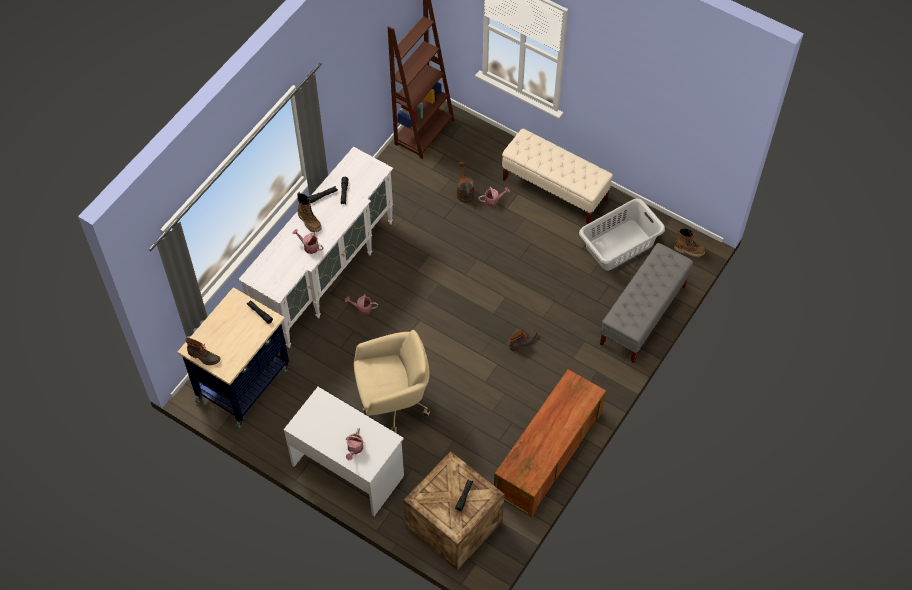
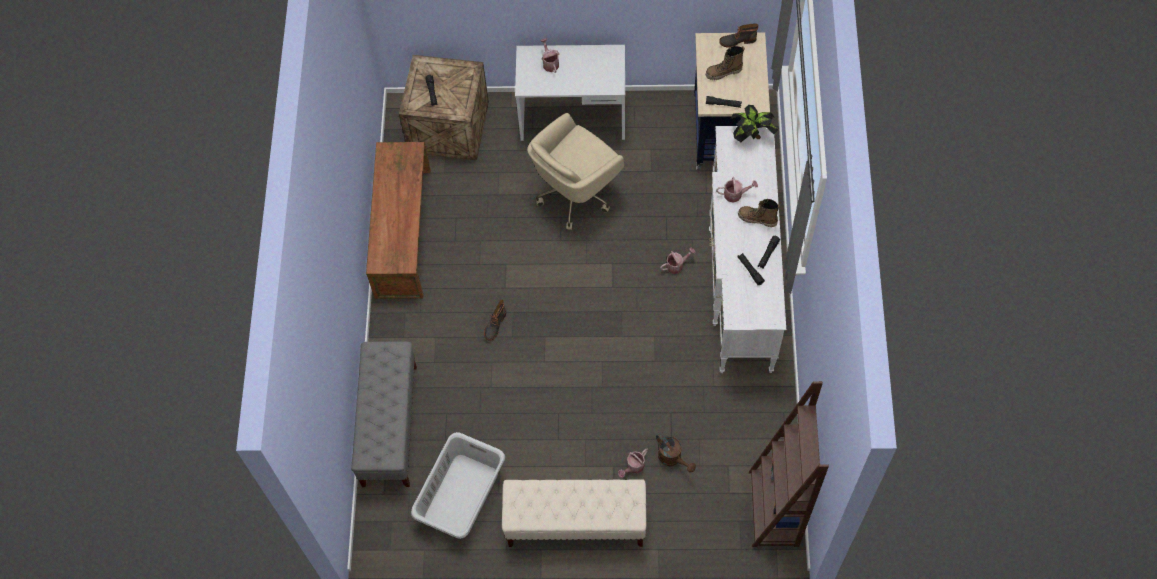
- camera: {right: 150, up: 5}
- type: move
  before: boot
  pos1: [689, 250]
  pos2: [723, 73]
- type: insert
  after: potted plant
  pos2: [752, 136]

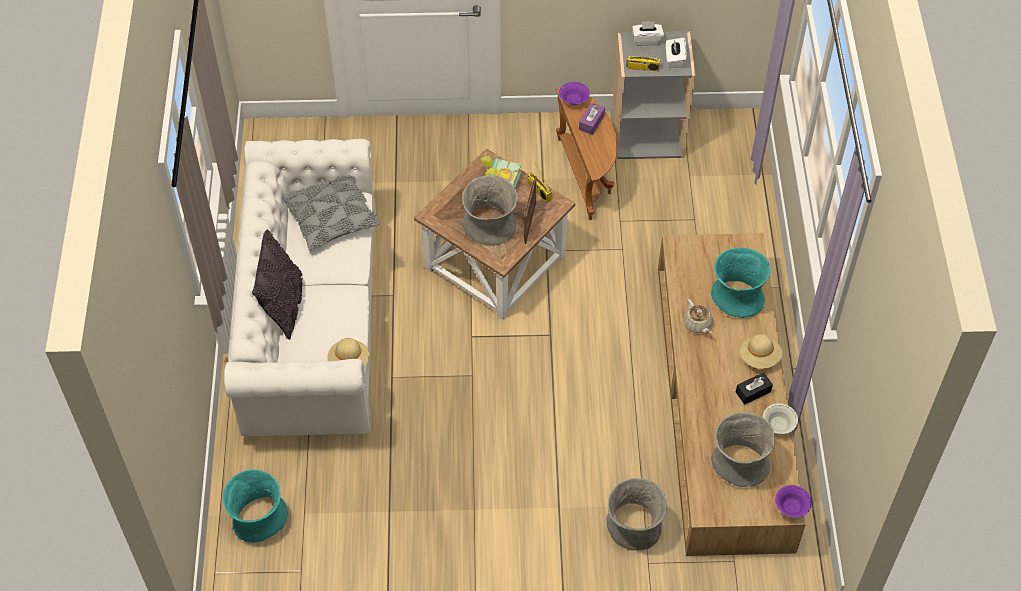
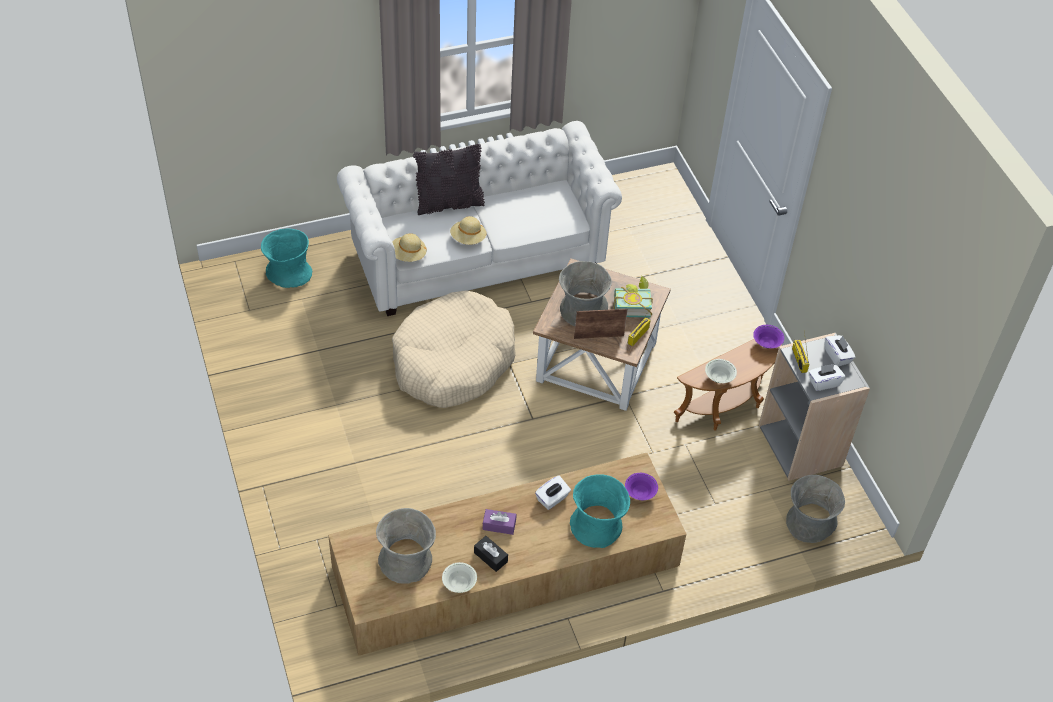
- camera: {right: 70, up: -5}
- type: delete
  before: grey pillow
  pos1: [332, 218]
- type: move
  before: purple tissue box
  pos1: [591, 122]
  pos2: [499, 525]
- type: move
  before: grey vase
  pos1: [633, 527]
  pos2: [809, 522]
- type: replace
  before: beige teapot
  after: white tissue box
  pos1: [697, 324]
  pos2: [552, 499]
- type: move
  before: beige hat
  pos1: [760, 357]
  pos2: [468, 238]
- type: move
  before: purple bowl
  pos1: [791, 507]
  pos2: [640, 493]
- type: insert
  after: beige dog bed
  pos2: [453, 361]
- type: insert
  after: white bowl
  pos2: [719, 378]

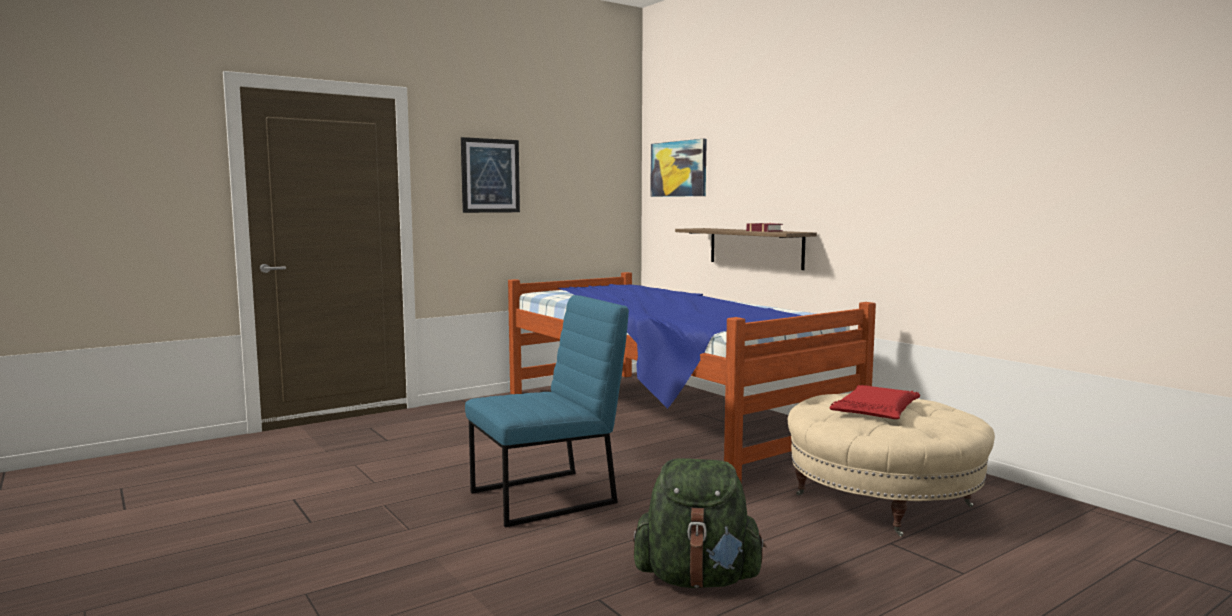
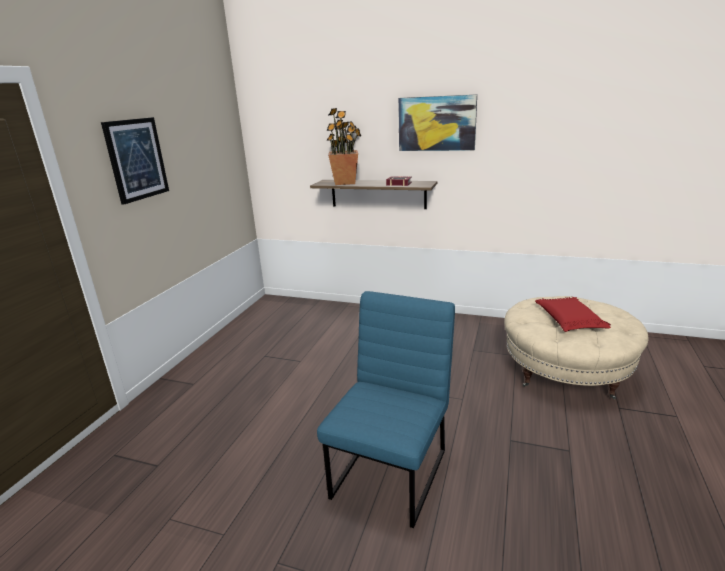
- camera: {right: -35, up: 15}
- type: delete
  before: bed
  pos1: [665, 418]
- type: delete
  before: green backpack
  pos1: [697, 579]
- type: move
  before: picture
  pos1: [678, 169]
  pos2: [436, 123]
- type: insert
  after: potted plant
  pos2: [345, 182]

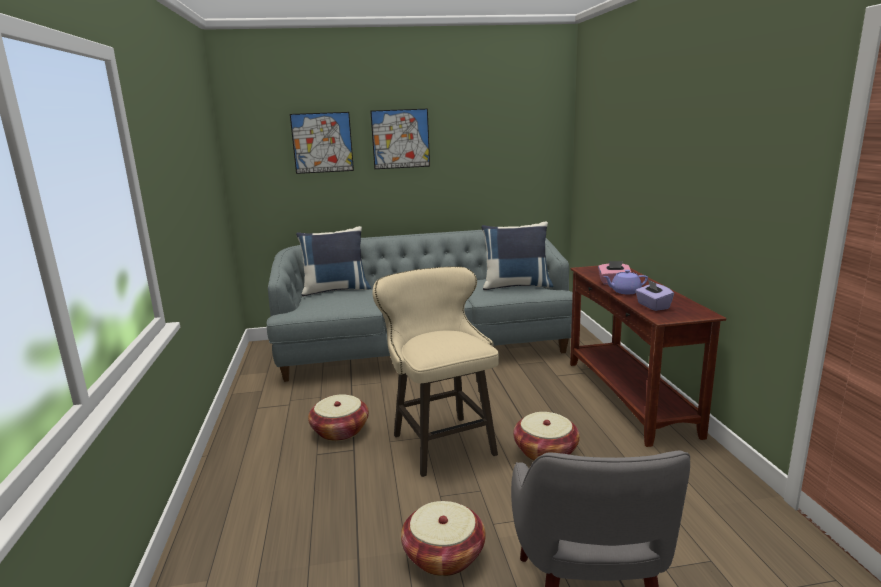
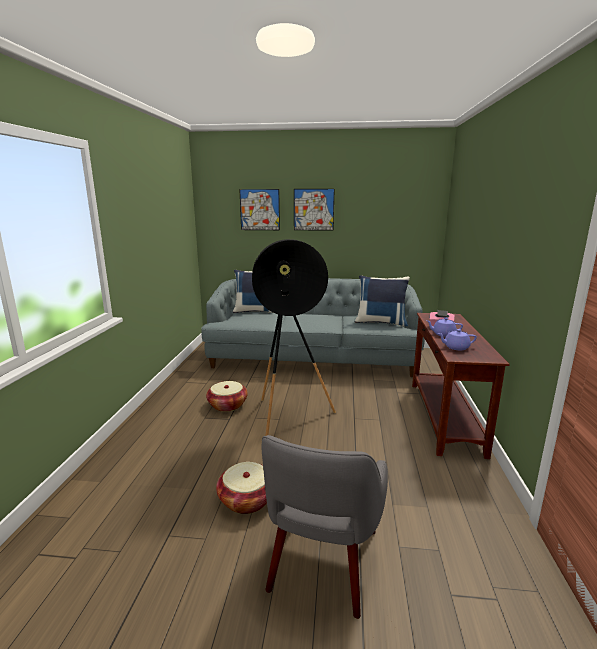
- camera: {right: 15, up: 0}
- type: replace
  before: beige stool
  after: black floor lamp
  pos1: [441, 442]
  pos2: [288, 424]
- type: delete
  before: basket
  pos1: [545, 452]
- type: replace
  before: purple tissue box
  after: purple teapot
  pos1: [652, 306]
  pos2: [455, 347]

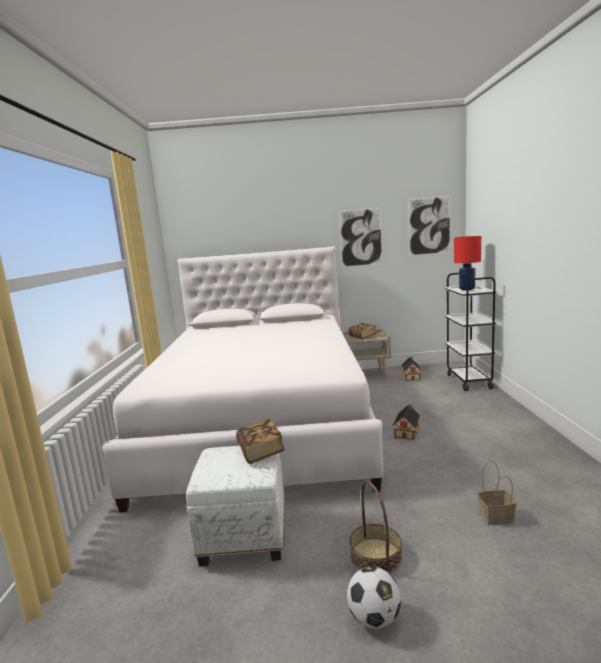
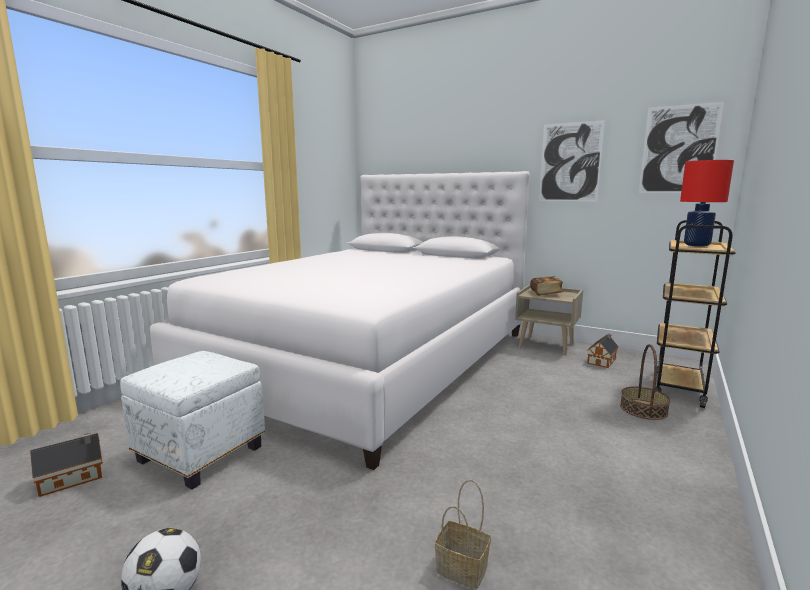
- camera: {right: 30, up: 0}
- type: delete
  before: book
  pos1: [261, 451]
- type: move
  before: basket
  pos1: [375, 556]
  pos2: [643, 409]
- type: move
  before: toy house
  pos1: [407, 431]
  pos2: [74, 477]
- type: recolor
  before: white cart
  after: brown cart
  pos1: [469, 382]
  pos2: [680, 389]

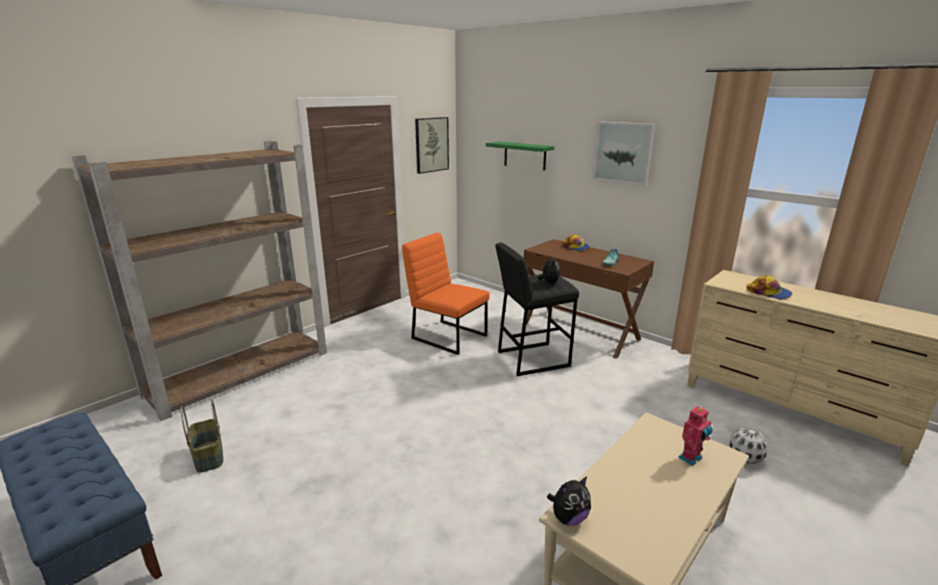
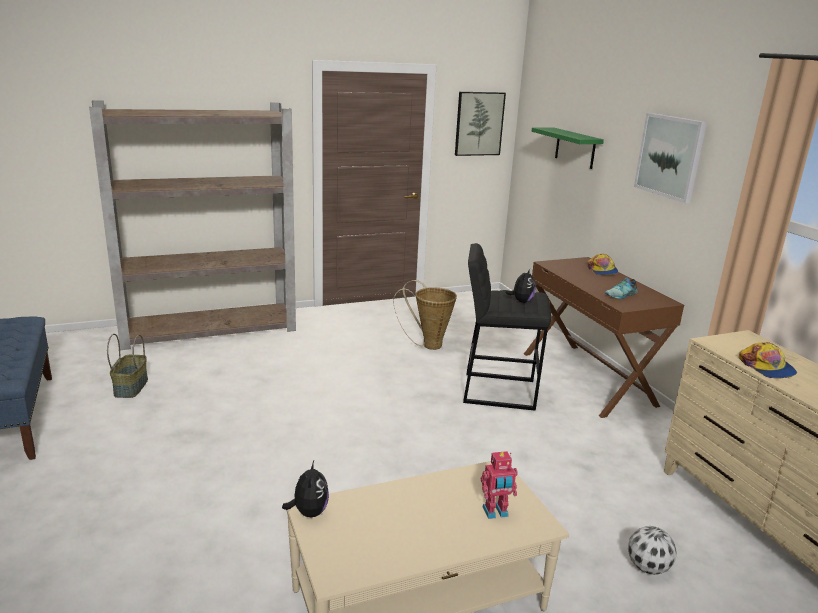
- camera: {right: 25, up: 0}
- type: replace
  before: orange chair
  after: basket
  pos1: [447, 336]
  pos2: [427, 345]
- type: rotate
  before: plush toy
  pos1: [568, 518]
  pos2: [309, 512]
  turn: -90

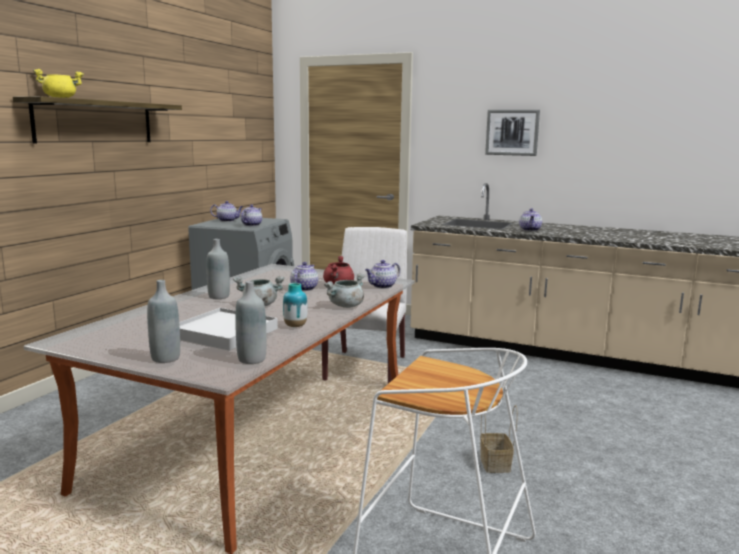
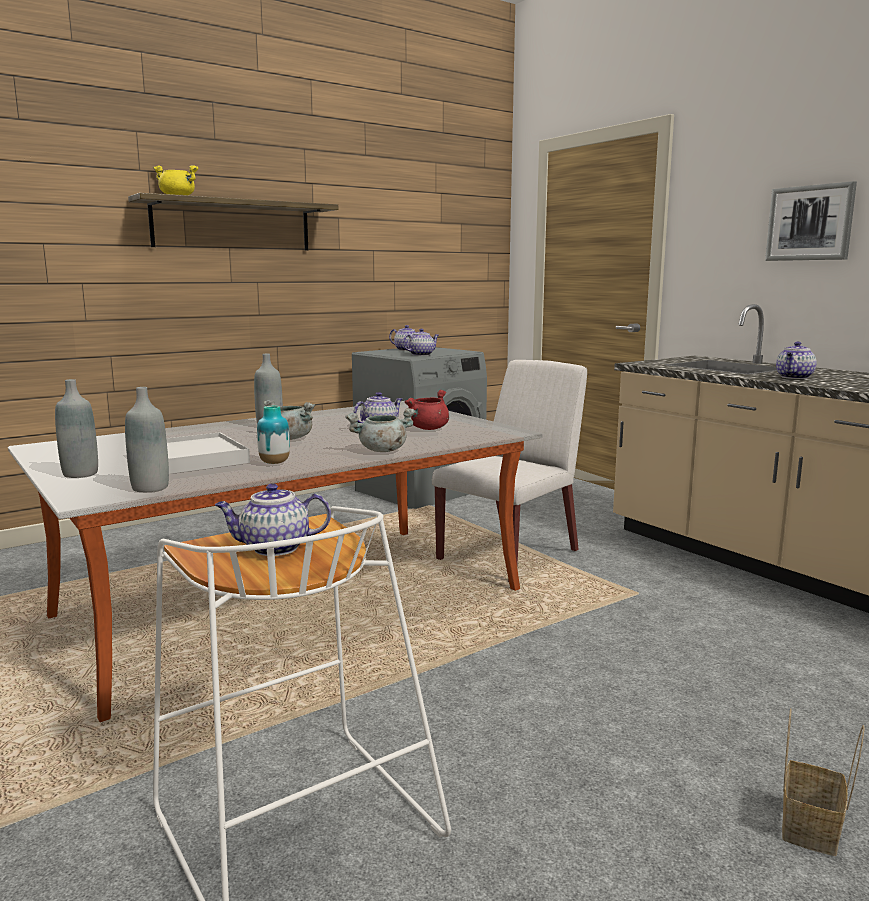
- camera: {right: 30, up: 0}
- type: move
  before: teapot
  pos1: [382, 286]
  pos2: [273, 548]
- type: move
  before: basket
  pos1: [496, 464]
  pos2: [811, 830]

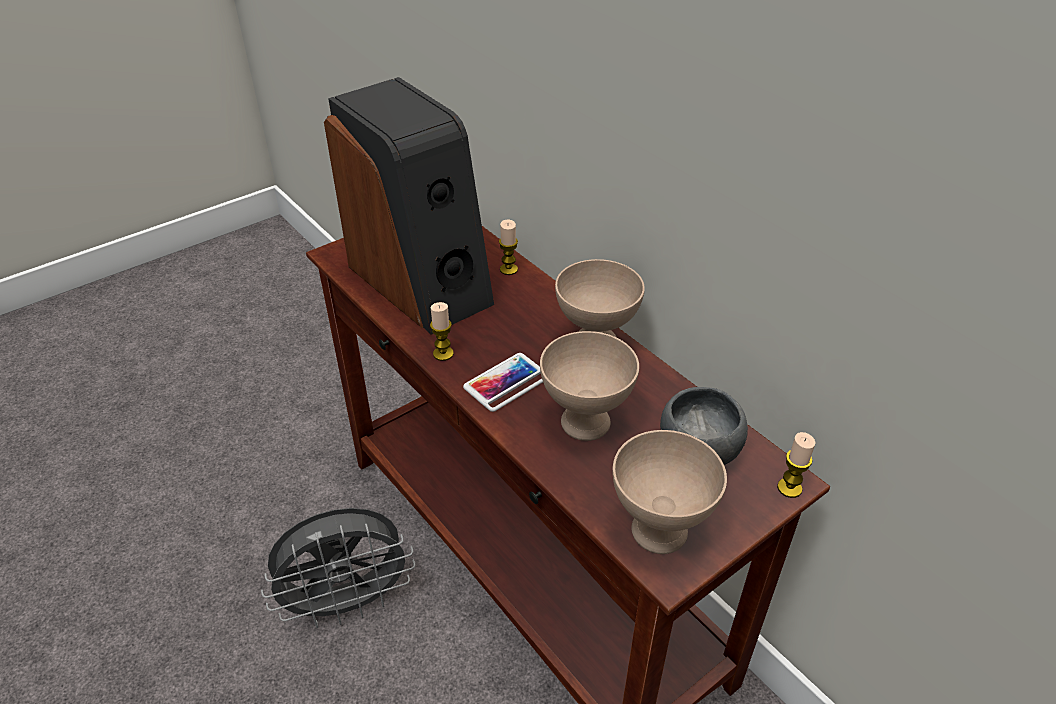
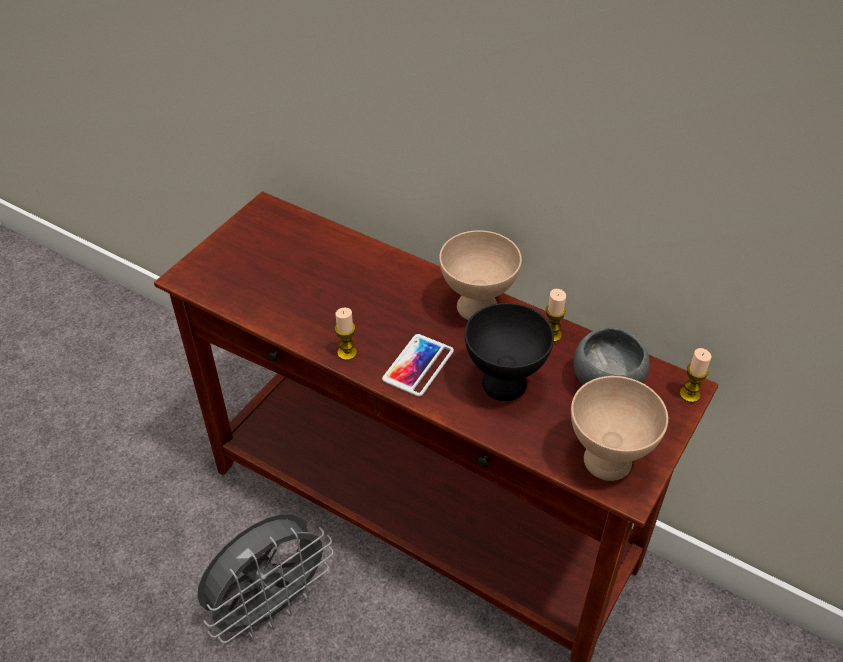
- camera: {right: -20, up: 5}
- type: delete
  before: speaker
  pos1: [422, 282]
- type: move
  before: candle
  pos1: [508, 269]
  pos2: [552, 335]
- type: recolor
  before: beige bowl
  after: black bowl
  pos1: [586, 424]
  pos2: [505, 385]

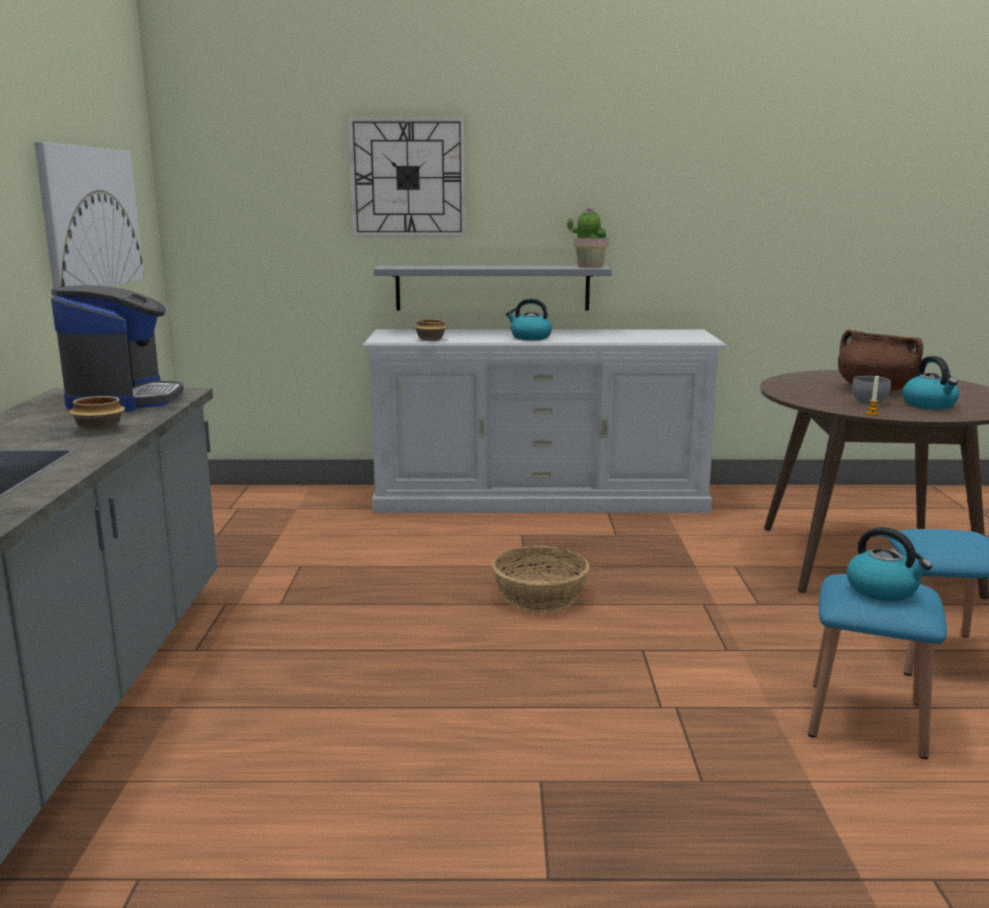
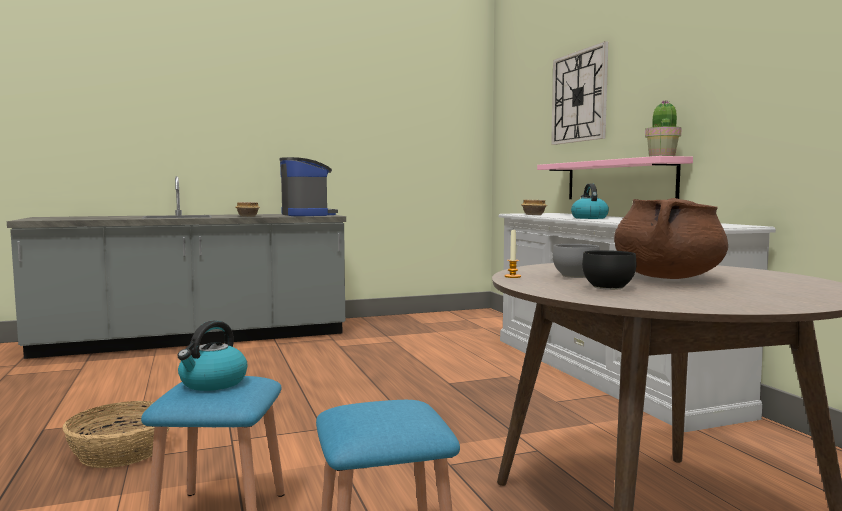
- camera: {right: 70, up: -10}
- type: delete
  before: picture
  pos1: [91, 218]
- type: rotate
  before: coffee machine
  pos1: [124, 400]
  pos2: [308, 215]
  turn: -90
- type: recolor
  before: grey shelf
  after: pink shelf
  pos1: [492, 288]
  pos2: [618, 181]
- type: move
  before: basket
  pos1: [540, 596]
  pos2: [121, 452]
- type: replace
  before: kettle
  after: black bowl
  pos1: [930, 405]
  pos2: [610, 287]

